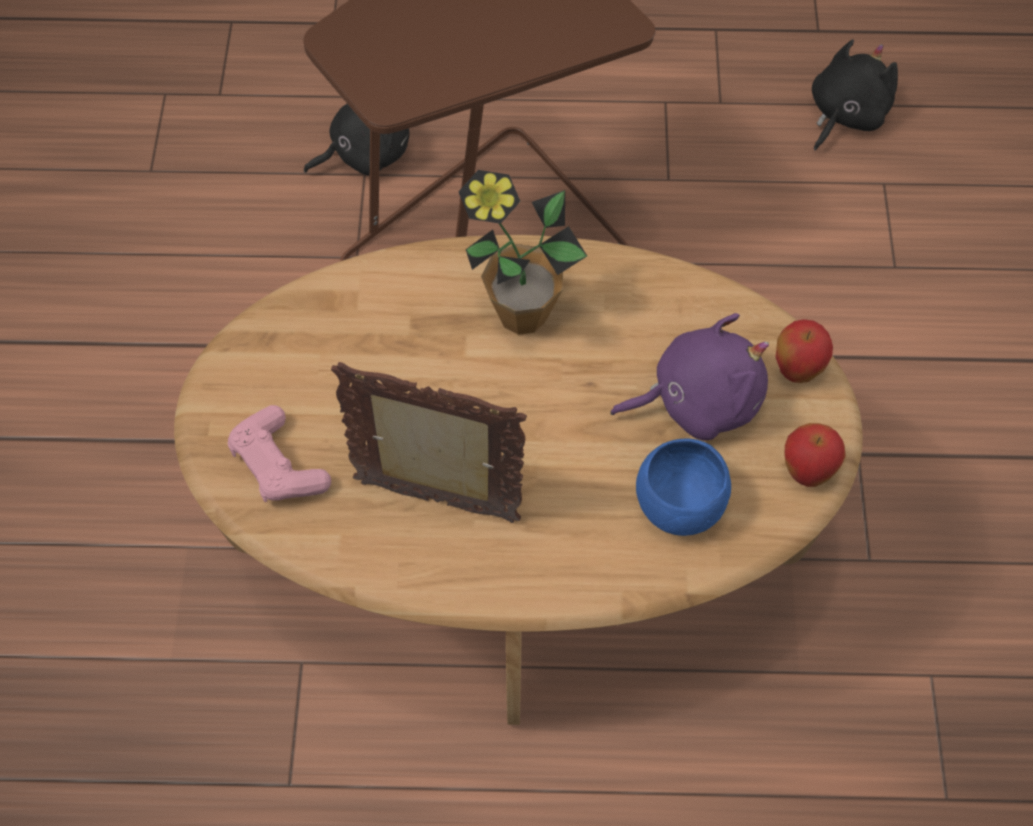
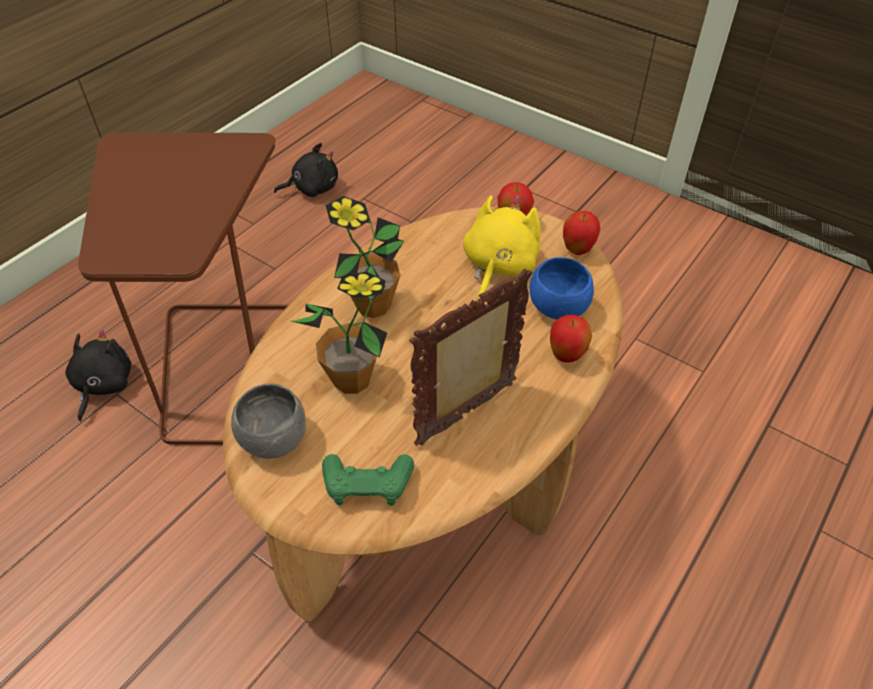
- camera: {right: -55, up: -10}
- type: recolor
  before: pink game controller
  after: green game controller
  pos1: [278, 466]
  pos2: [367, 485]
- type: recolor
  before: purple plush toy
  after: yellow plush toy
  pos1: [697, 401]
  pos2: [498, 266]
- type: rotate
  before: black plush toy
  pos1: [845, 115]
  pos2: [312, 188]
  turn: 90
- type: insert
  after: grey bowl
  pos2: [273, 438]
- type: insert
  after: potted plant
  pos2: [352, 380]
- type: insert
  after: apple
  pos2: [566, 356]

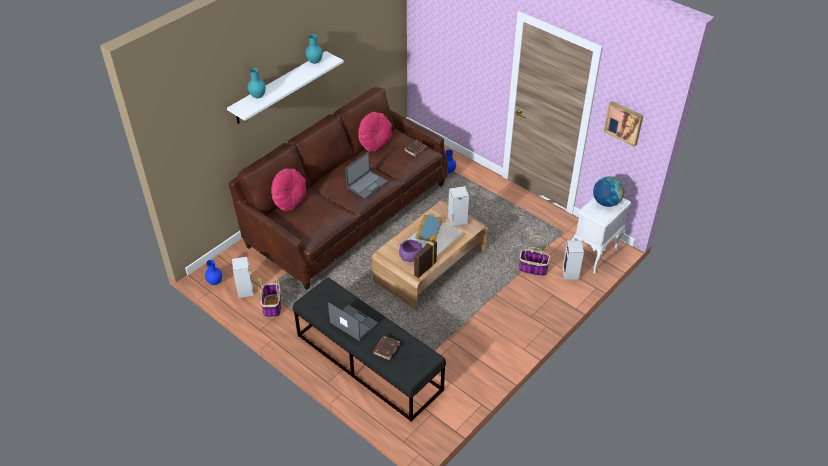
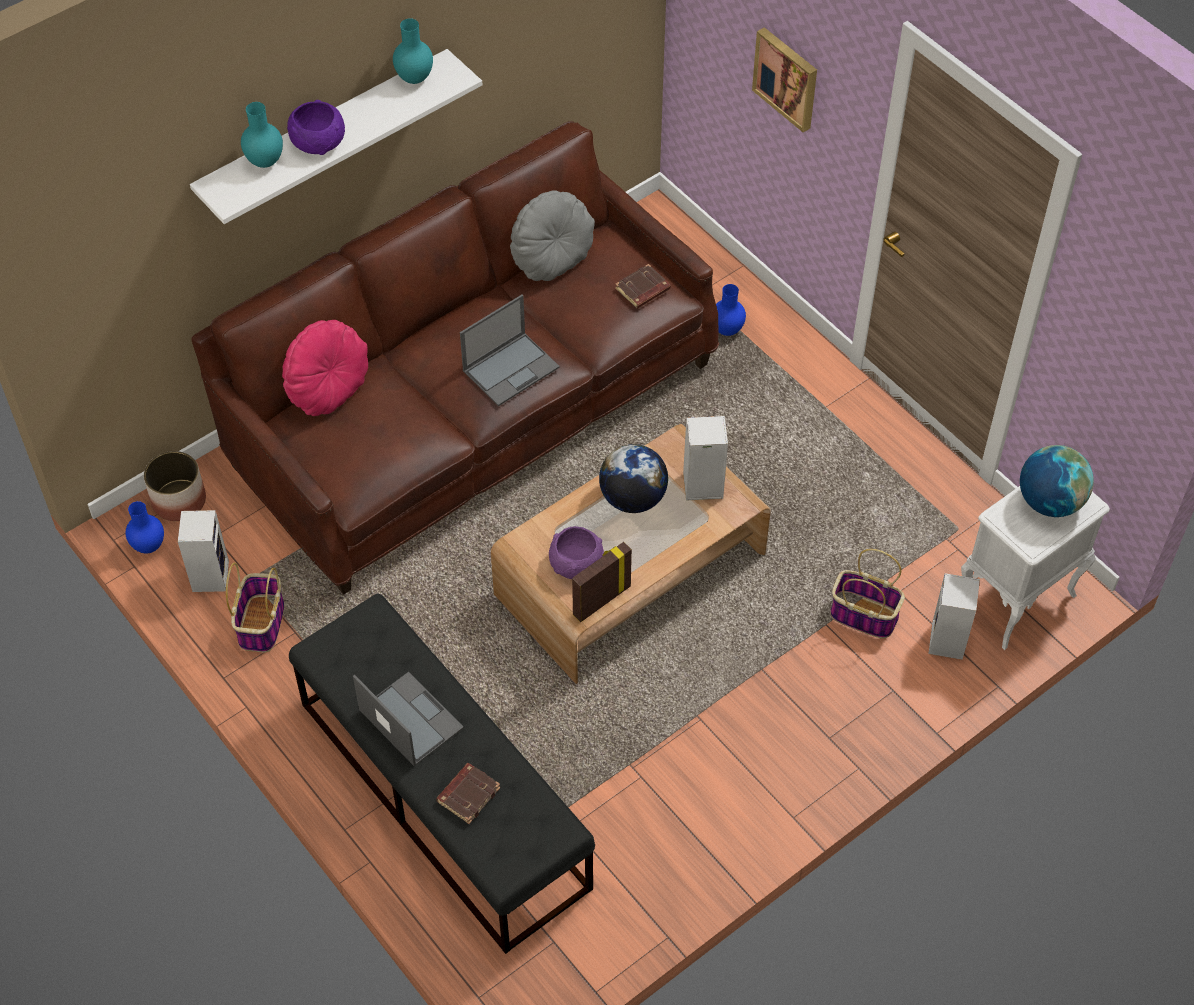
- camera: {right: 10, up: 10}
- type: recolor
  before: pink pillow
  after: grey pillow
  pos1: [375, 145]
  pos2: [552, 263]
- type: replace
  before: book
  after: globe
  pos1: [429, 229]
  pos2: [632, 498]
- type: move
  before: picture
  pos1: [624, 122]
  pos2: [787, 78]
- type: insert
  after: planter
  pos2: [179, 500]
- type: insert
  after: purple bowl
  pos2: [318, 142]

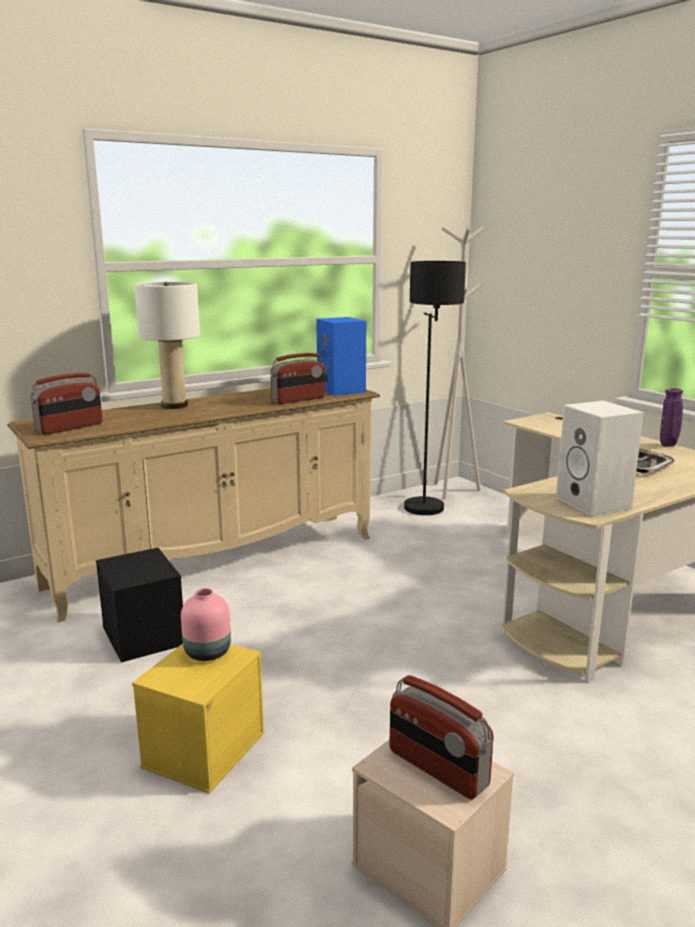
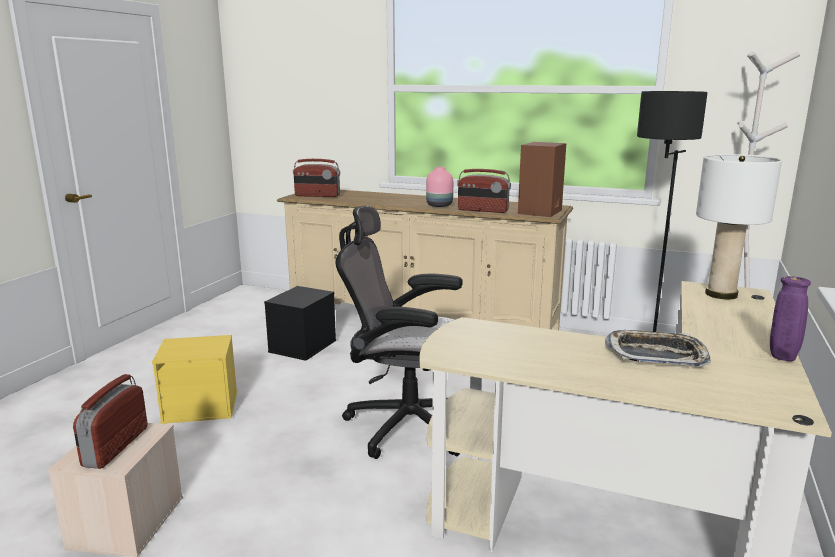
- camera: {right: 55, up: 0}
- type: move
  before: white table lamp
  pos1: [174, 405]
  pos2: [721, 294]
- type: move
  before: pink vase
  pos1: [208, 652]
  pos2: [440, 205]
- type: recolor
  before: blue speaker
  after: brown speaker
  pos1: [342, 390]
  pos2: [540, 212]
- type: delete
  before: white speaker
  pos1: [595, 504]
- type: insert
  after: office chair
  pos2: [408, 427]

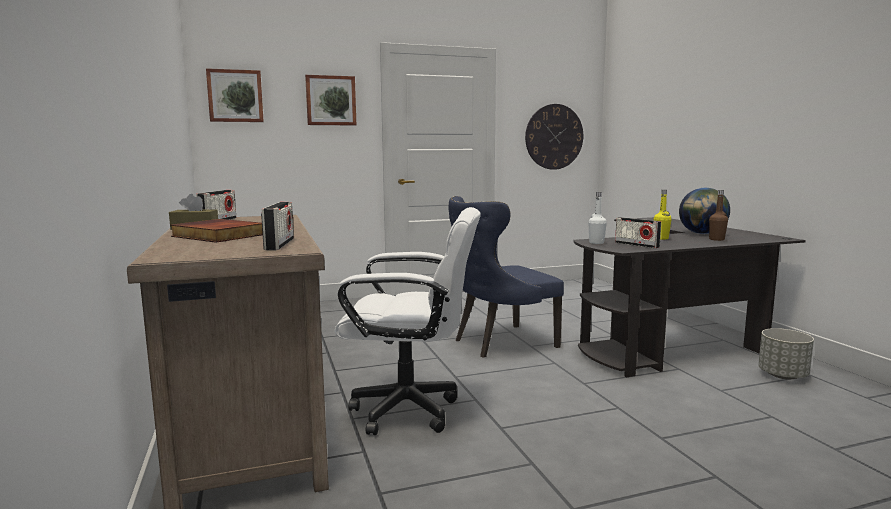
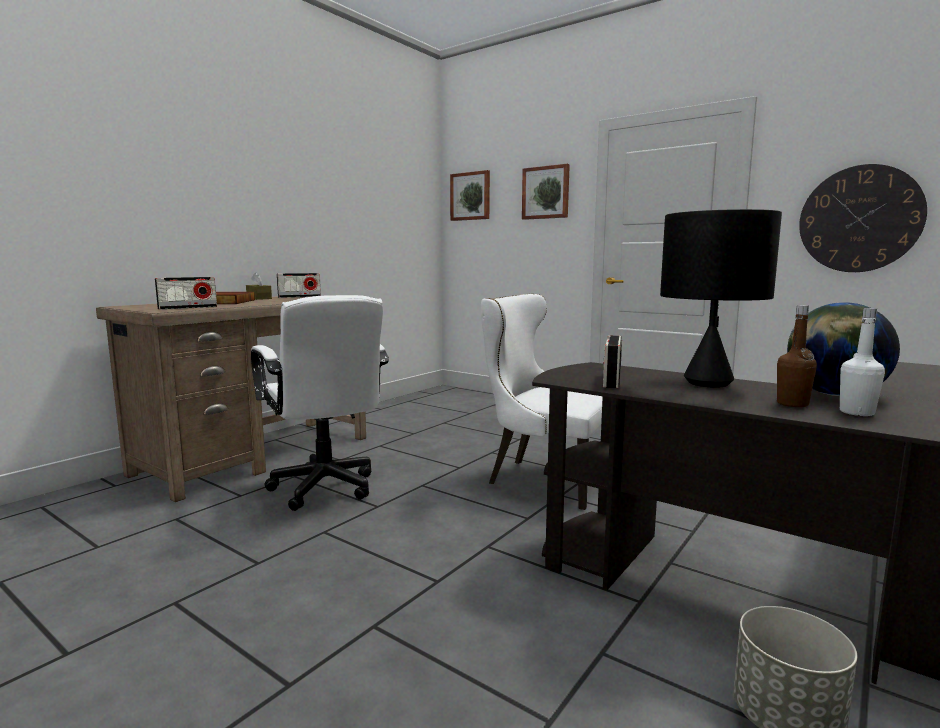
- camera: {right: 55, up: 0}
- type: recolor
  before: blue chair
  after: white chair
  pos1: [500, 342]
  pos2: [545, 480]
- type: move
  before: white bottle
  pos1: [596, 243]
  pos2: [856, 412]
- type: replace
  before: yellow bottle
  after: black table lamp
  pos1: [661, 238]
  pos2: [707, 383]

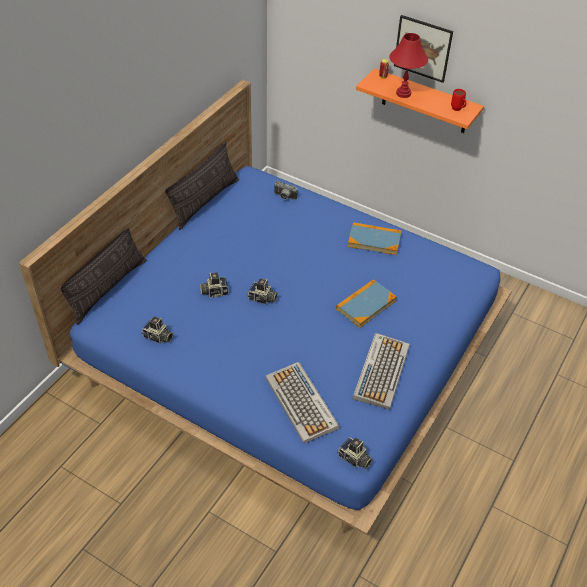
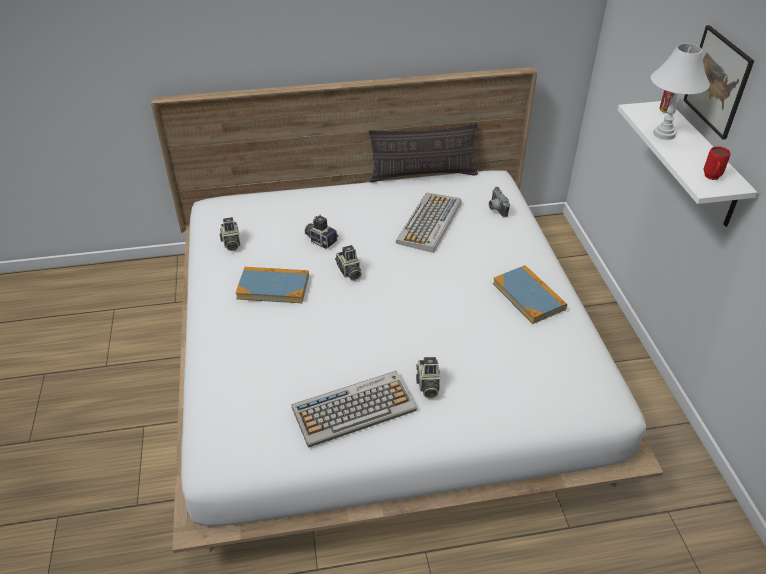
- camera: {right: 50, up: -5}
- type: recolor
  before: blue bed
  after: white bed
  pos1: [291, 348]
  pos2: [383, 360]
- type: delete
  before: pillow
  pos1: [107, 288]
- type: move
  before: keyboard
  pos1: [302, 403]
  pos2: [429, 223]
- type: move
  before: book
  pos1: [365, 305]
  pos2: [273, 287]
- type: move
  before: photo camera
  pos1: [354, 459]
  pos2: [427, 385]
- type: recolor
  before: orange shelf
  after: white shelf
  pos1: [425, 102]
  pos2: [701, 165]
- type: recolor
  before: red table lamp
  after: white table lamp
  pos1: [403, 93]
  pos2: [664, 134]

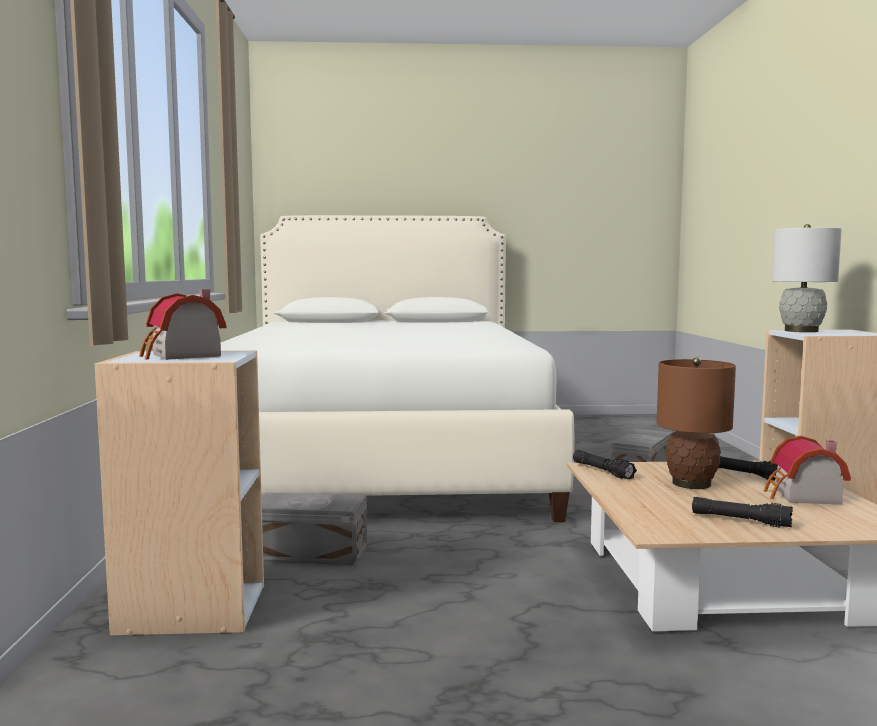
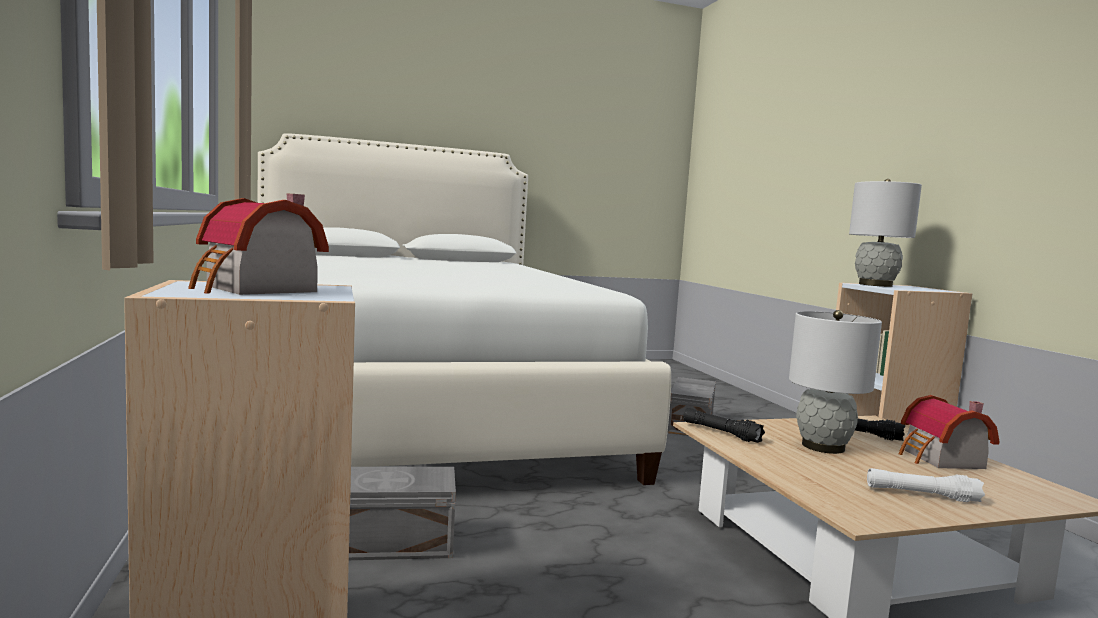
- camera: {right: -15, up: 0}
- type: recolor
  before: brown table lamp
  after: white table lamp
  pos1: [691, 483]
  pos2: [823, 446]
- type: recolor
  before: black flashlight
  after: white flashlight
  pos1: [740, 521]
  pos2: [921, 495]

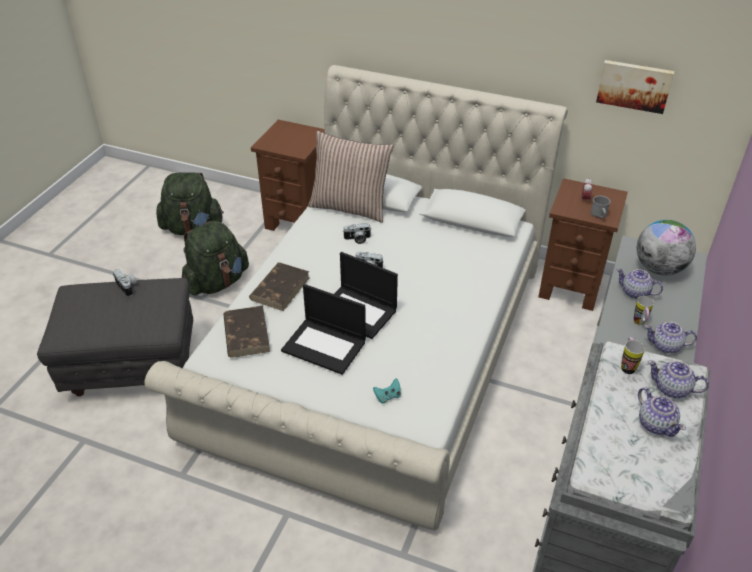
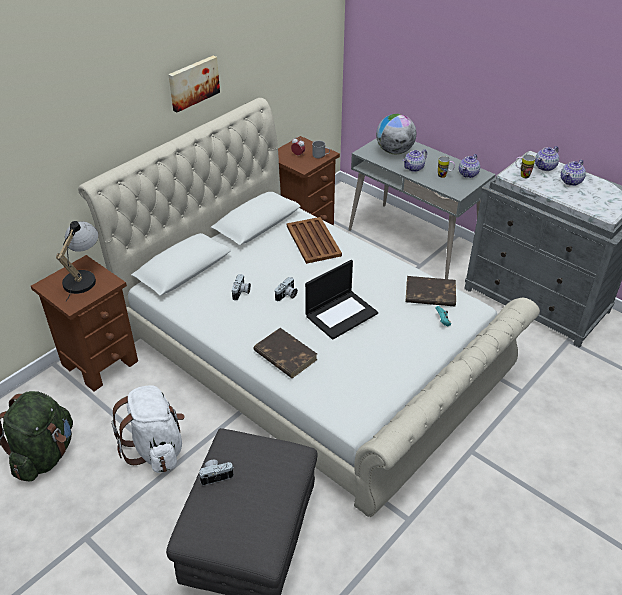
- camera: {right: -70, up: 0}
- type: recolor
  before: green backpack
  after: white backpack
  pos1: [217, 282]
  pos2: [156, 448]
- type: move
  before: brown book
  pos1: [246, 333]
  pos2: [429, 294]
- type: delete
  before: laptop
  pos1: [325, 346]
- type: delete
  before: pillow
  pos1: [350, 207]
- type: move
  before: picture
  pos1: [634, 85]
  pos2: [193, 83]
- type: rotate
  before: teapot
  pos1: [656, 424]
  pos2: [571, 181]
  turn: 135
- type: insert
  after: table lamp
  pos2: [83, 277]
- type: insert
  after: brown tray
  pos2: [313, 241]

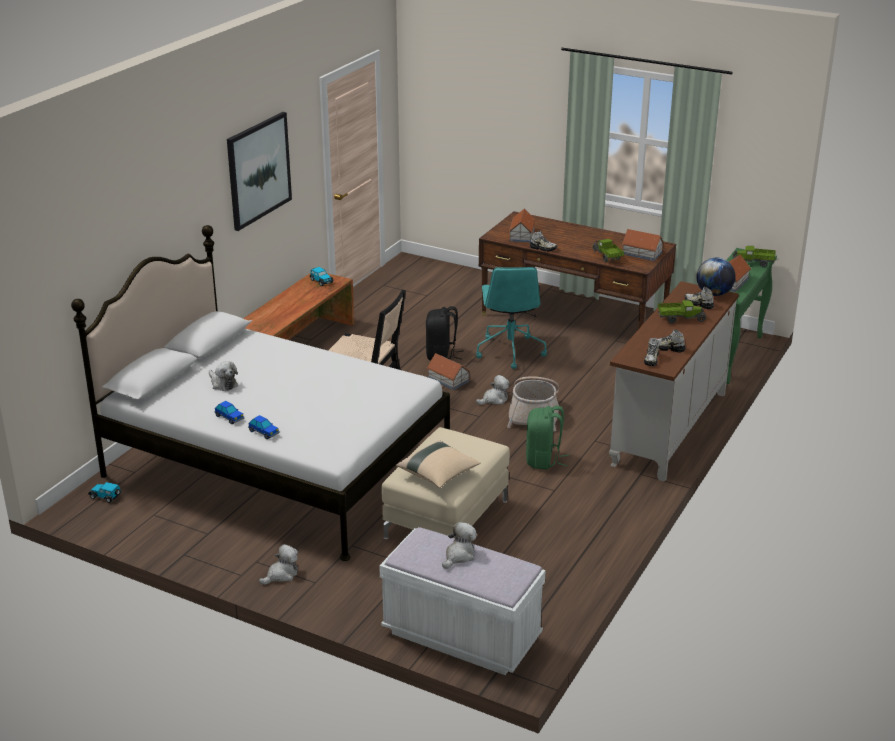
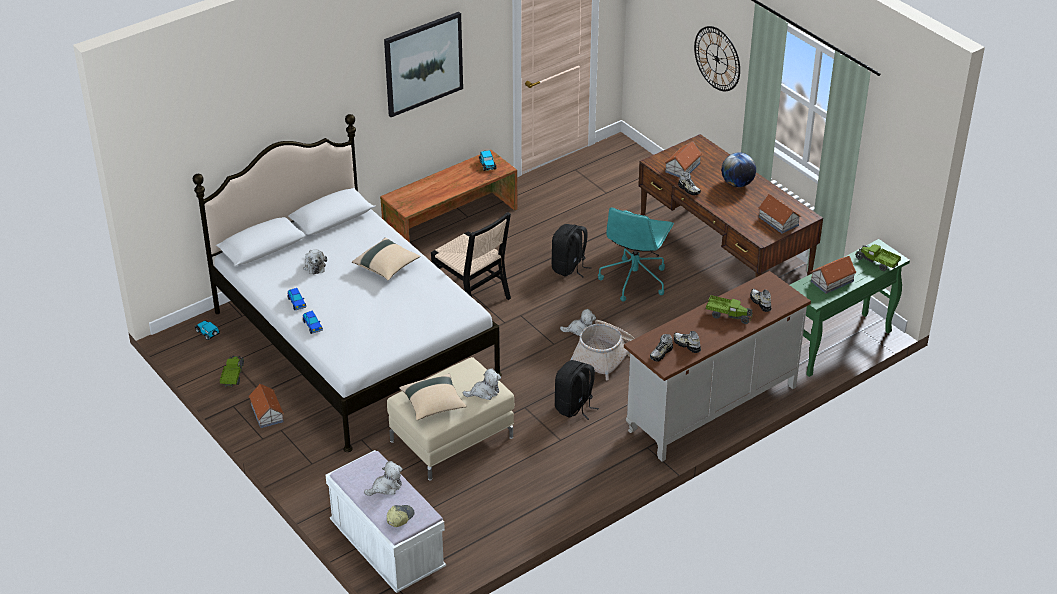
- camera: {right: 25, up: 10}
- type: move
  before: plush toy
  pos1: [281, 574]
  pos2: [484, 392]
- type: move
  before: toy house
  pos1: [448, 379]
  pos2: [267, 413]
- type: recolor
  before: green backpack
  after: black backpack
  pos1: [543, 460]
  pos2: [574, 407]
- type: move
  before: toy truck
  pos1: [606, 256]
  pos2: [233, 376]
- type: move
  before: globe
  pos1: [714, 294]
  pos2: [737, 184]
- type: insert
  after: beige pillow
  pos2: [386, 267]
- type: insert
  after: cap
  pos2: [399, 517]
- type: insert
  after: wall clock
  pos2: [717, 58]

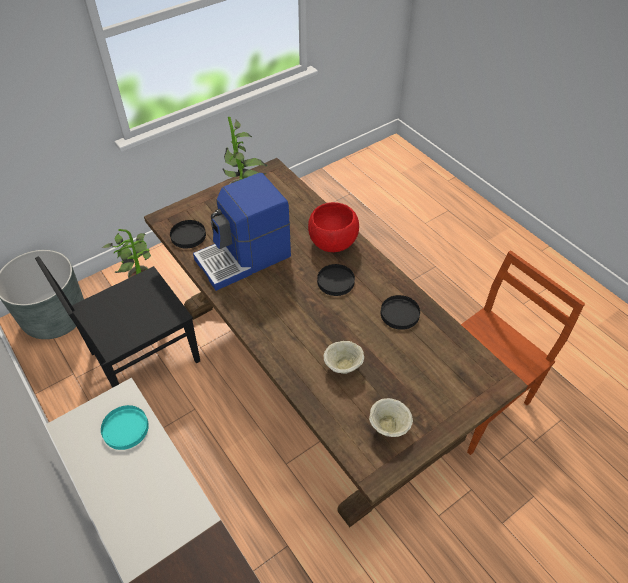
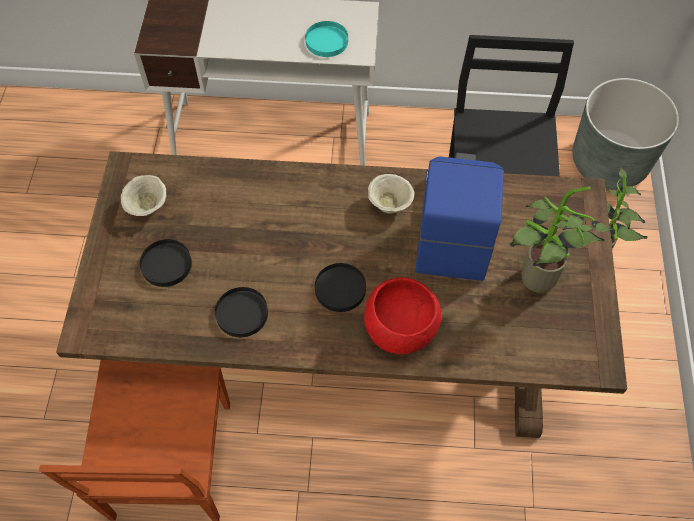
- camera: {right: 130, up: 10}
- type: move
  before: black plate
  pos1: [188, 236]
  pos2: [166, 264]
- type: move
  before: beige bowl
  pos1: [343, 367]
  pos2: [389, 204]

